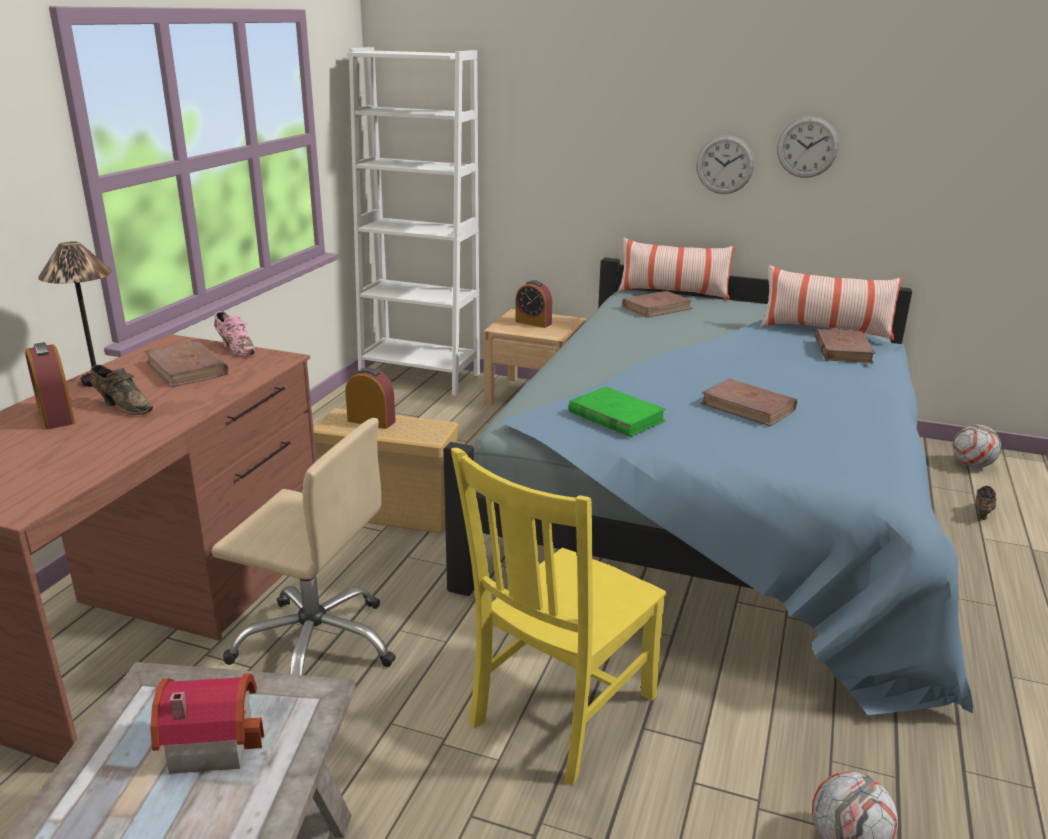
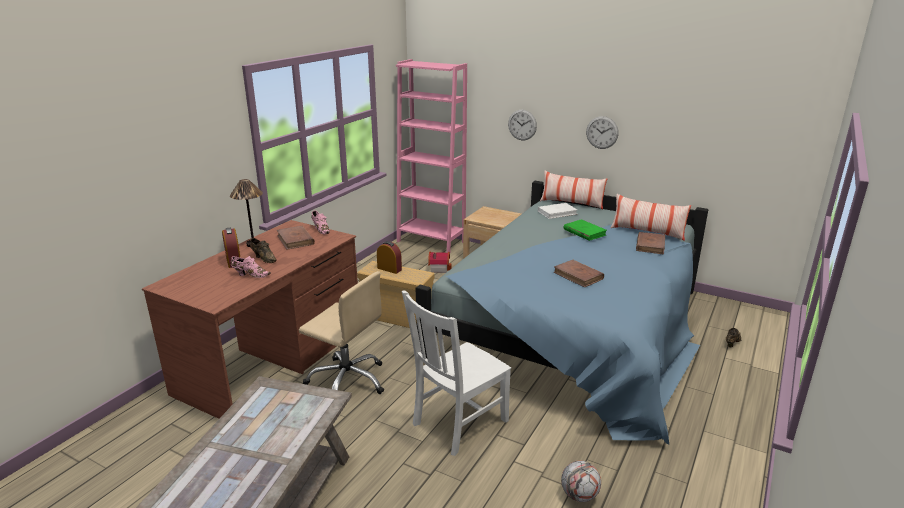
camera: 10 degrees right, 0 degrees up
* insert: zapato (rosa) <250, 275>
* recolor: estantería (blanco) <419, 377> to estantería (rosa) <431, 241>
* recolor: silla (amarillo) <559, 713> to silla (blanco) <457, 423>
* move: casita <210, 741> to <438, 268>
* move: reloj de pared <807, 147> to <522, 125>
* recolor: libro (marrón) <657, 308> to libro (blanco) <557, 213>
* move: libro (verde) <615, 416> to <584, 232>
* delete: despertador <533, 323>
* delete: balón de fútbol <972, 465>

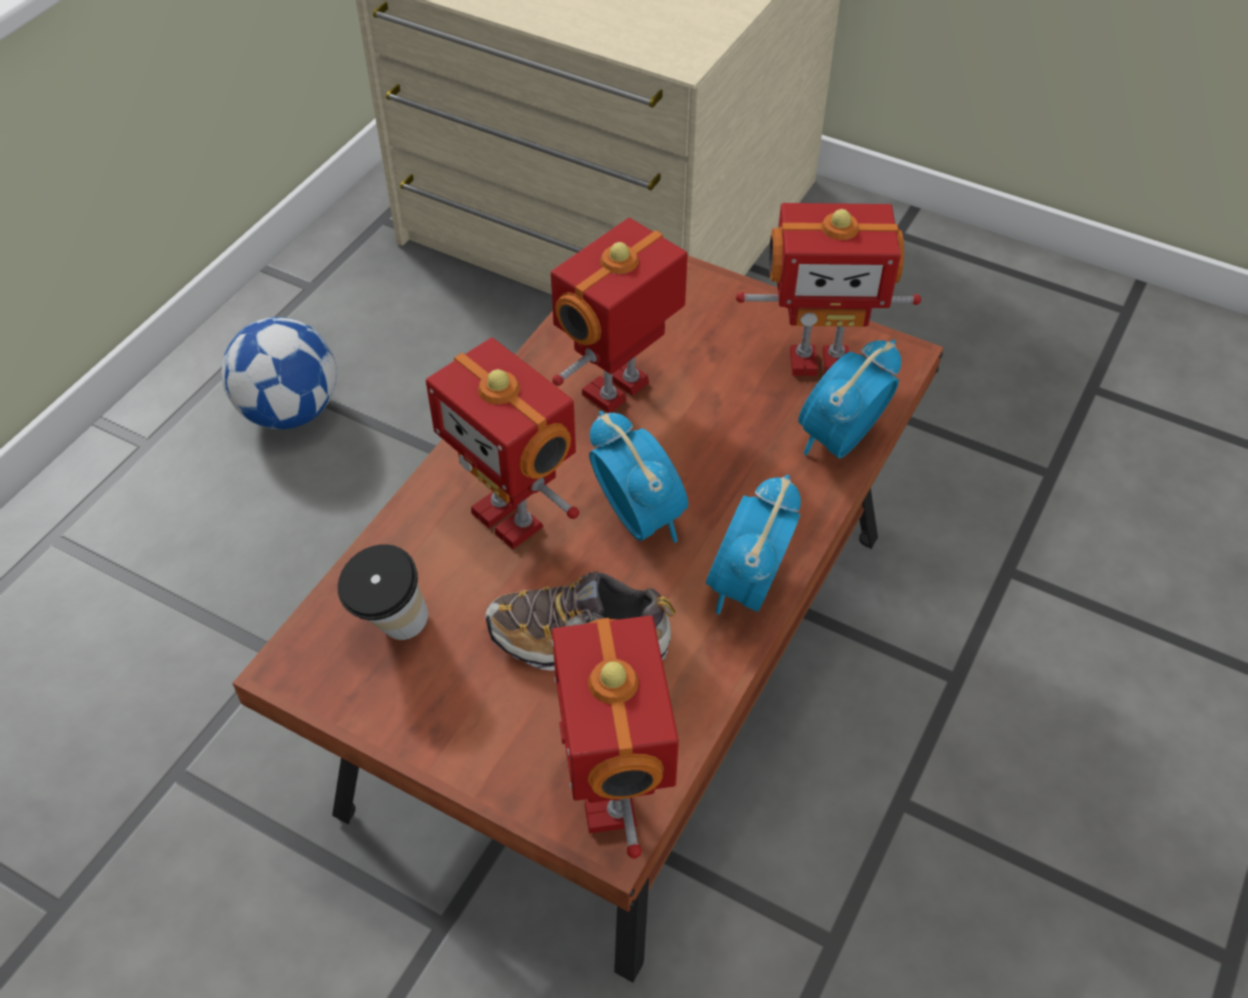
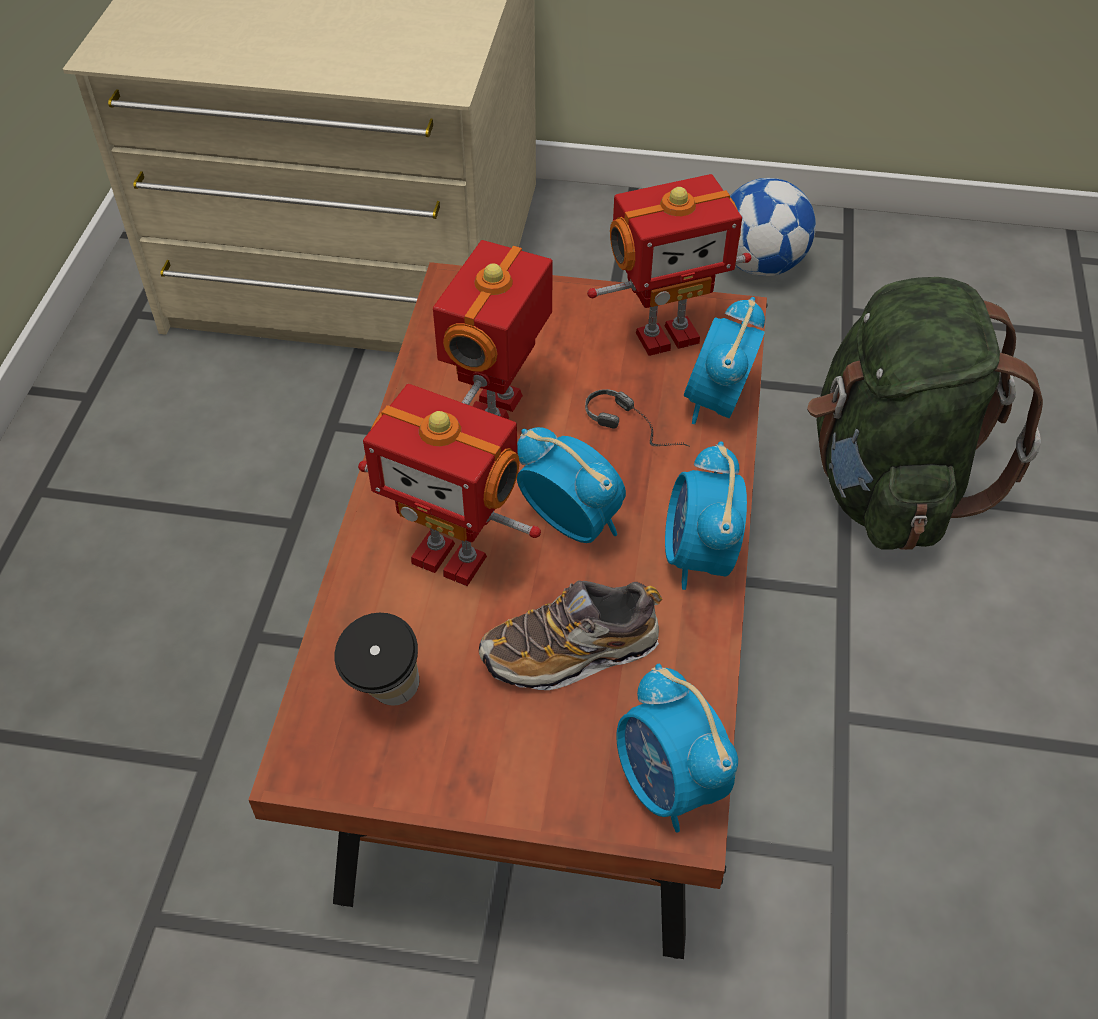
camera: 20 degrees left, 0 degrees up
* insert: auriculares <640, 429>
* replace: robot de juguete <613, 795> to despertador <668, 785>
* move: balón de fútbol <290, 411> to <760, 264>
* insert: mochila (verde) <887, 483>

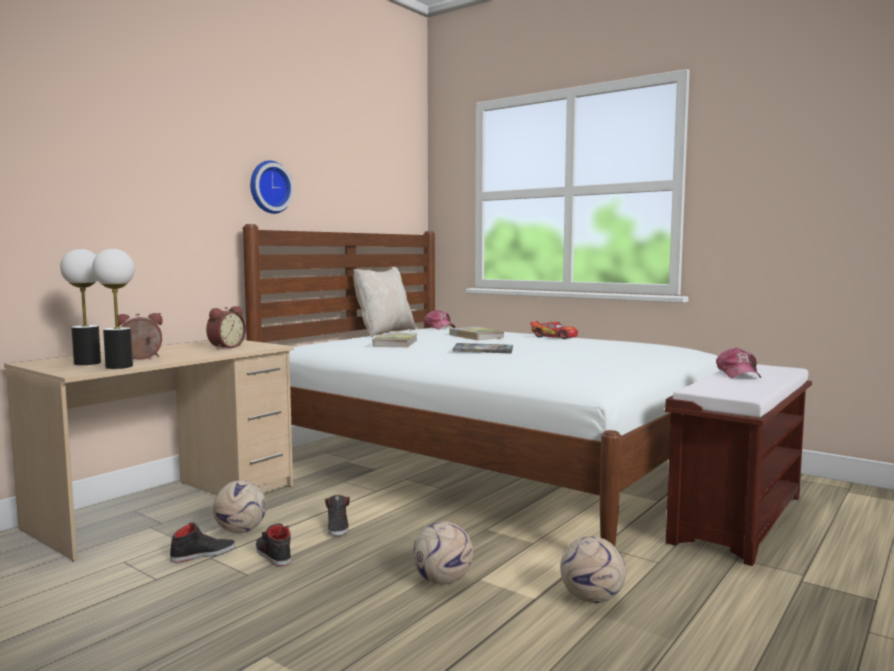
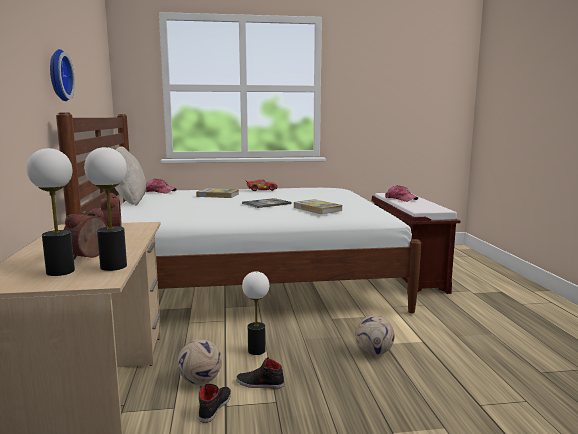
camera: 45 degrees left, 5 degrees up
* replace: zapato (negro) <338, 527> to lámpara de mesa <256, 350>
* move: libro <395, 343> to <317, 209>
* delete: balón de fútbol <592, 599>

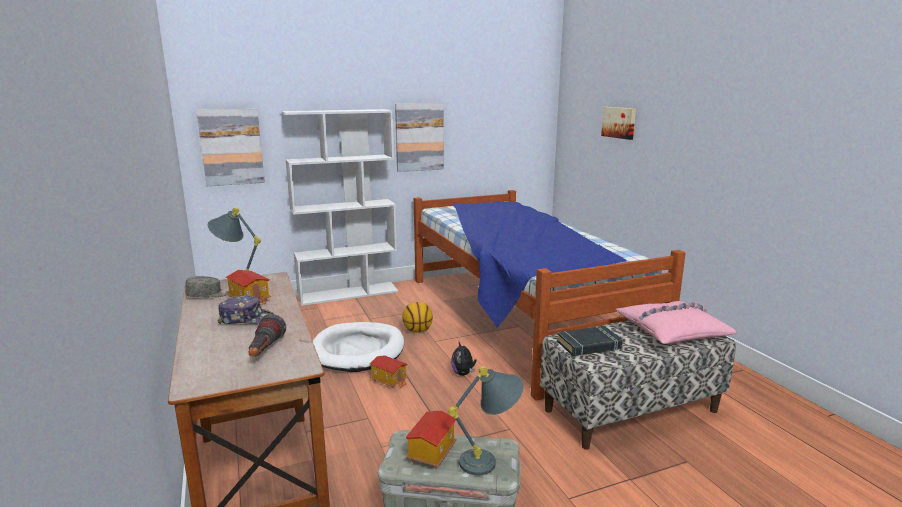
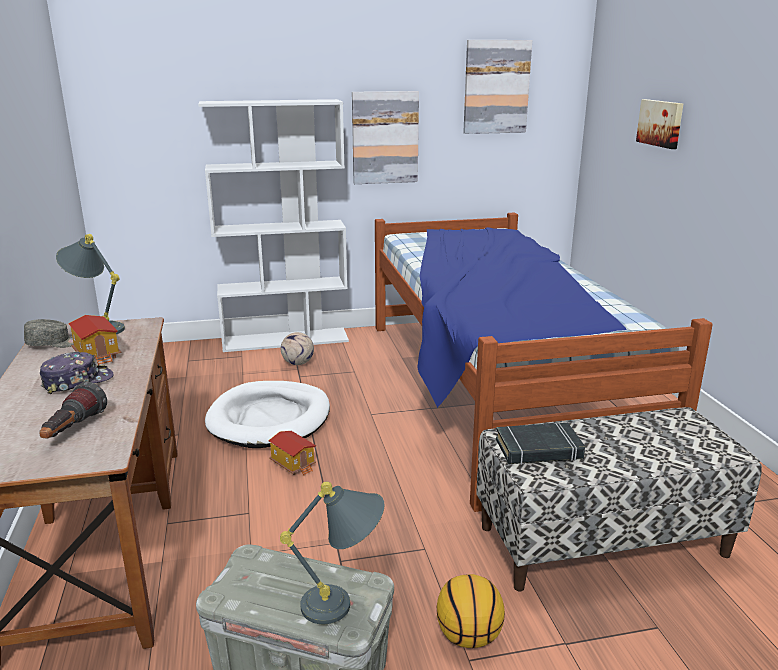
camera: 10 degrees right, 5 degrees up
* rotate: gorra <246, 319> = <77, 381> 45 degrees counterclockwise
* insert: balón de fútbol <297, 363>
* move: balón de baloncesto <417, 331> to <468, 636>
* move: cuadro <231, 147> to <496, 87>
* delete: casita <431, 452>
* delete: peluche <463, 373>
* delete: cojín (rosa) <671, 330>

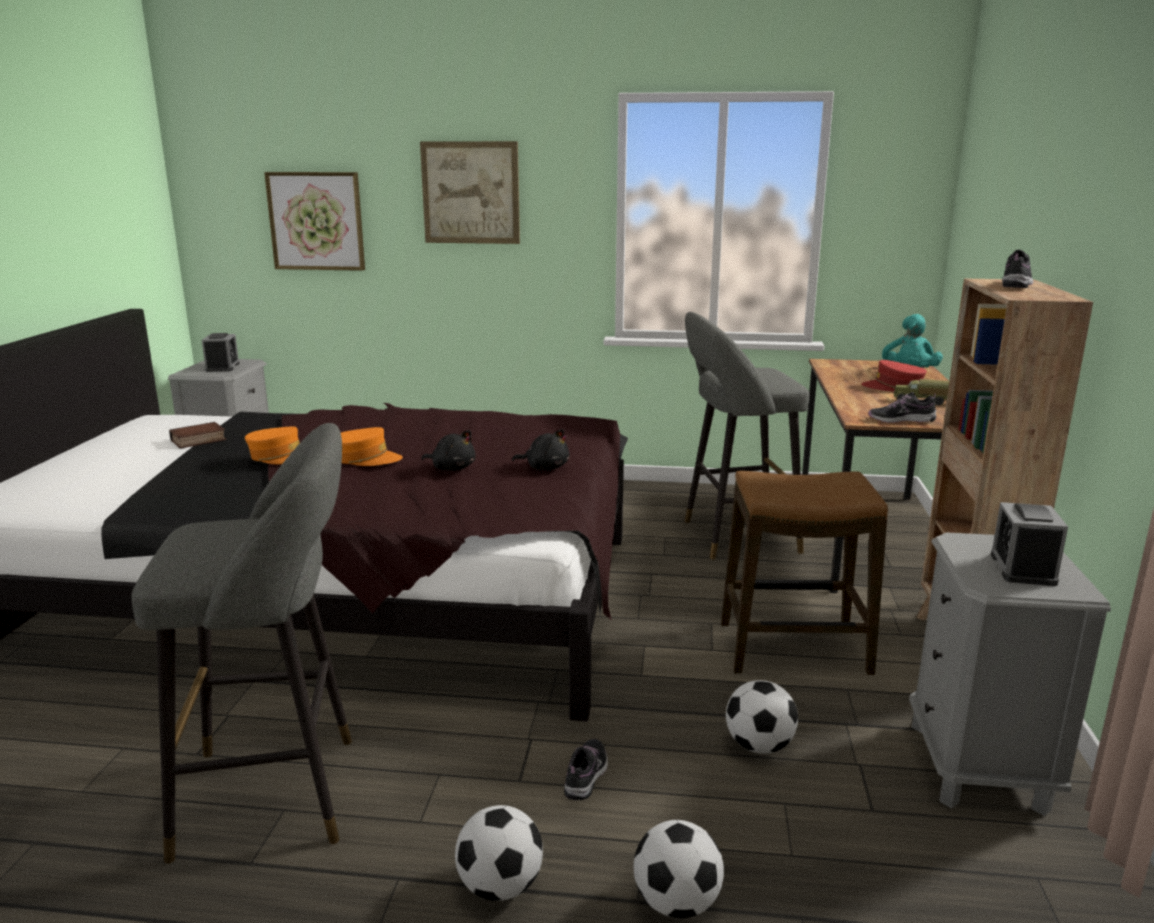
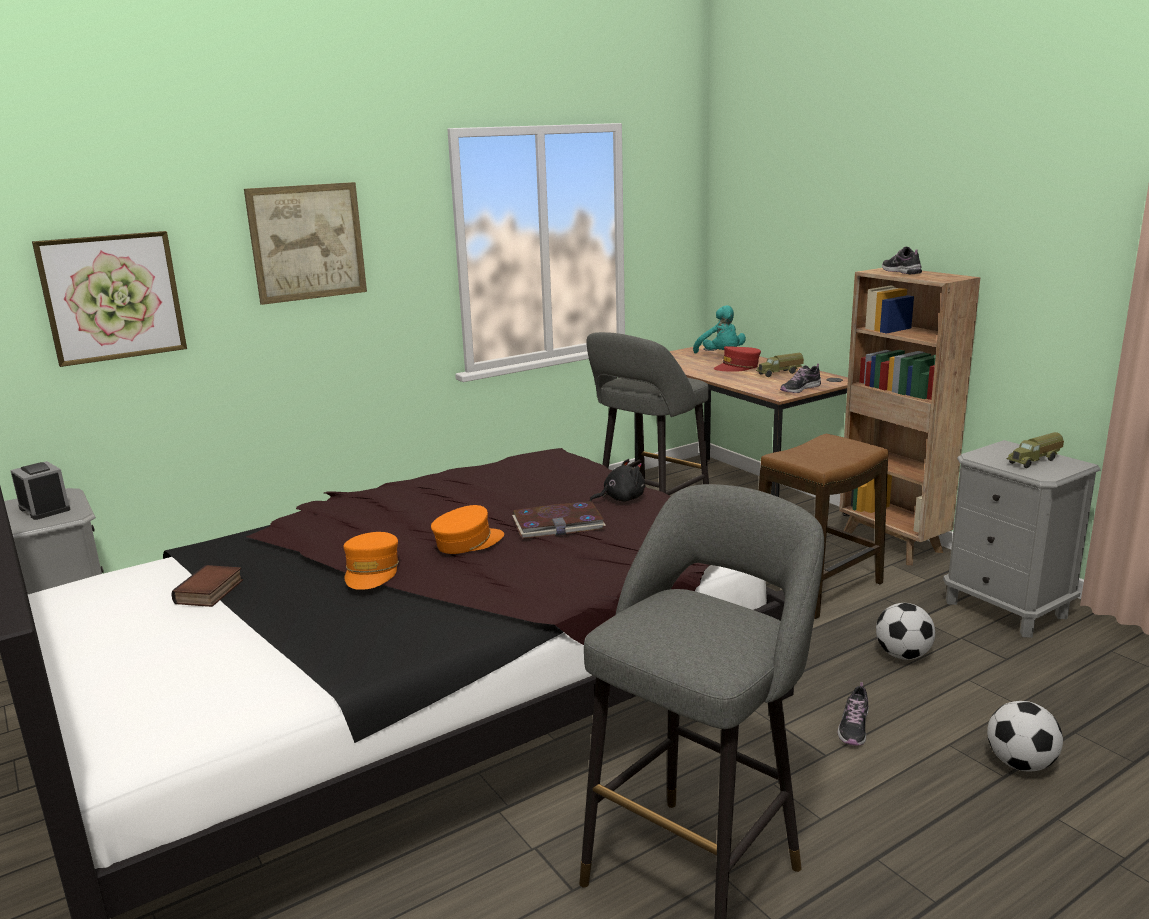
camera: 40 degrees left, 0 degrees up
* rotate: gorra (naranja) <280, 457> = <372, 571> 120 degrees clockwise
* replace: peluche (negro) <452, 468> to libro <558, 524>
* rotate: zapato <586, 775> = <854, 727> 135 degrees counterclockwise
* replace: despertador <1023, 569> to camión de juguete <1035, 461>
* delete: balón de fútbol <500, 886>

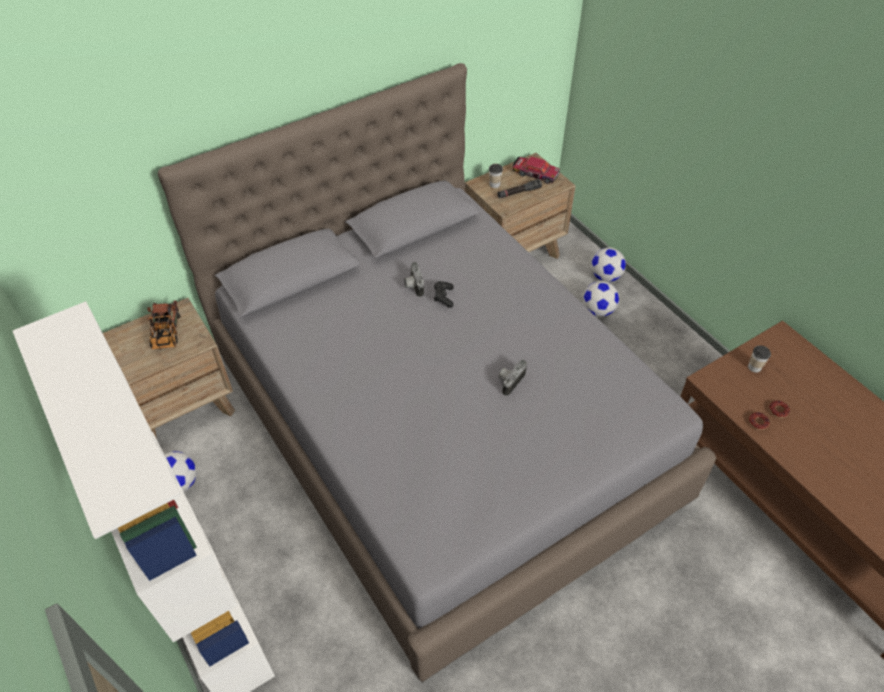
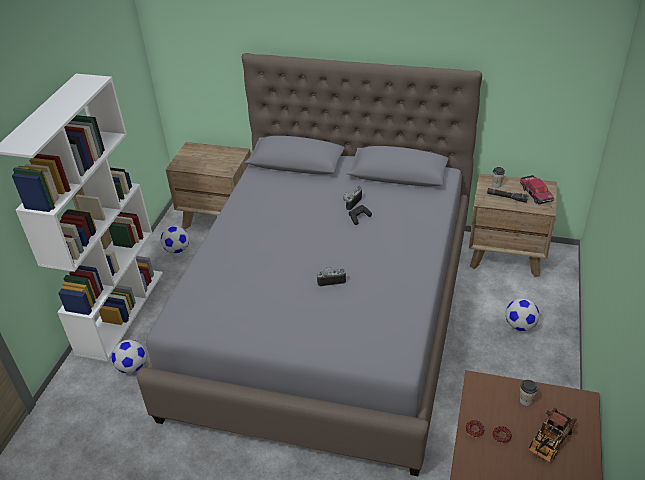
camera: 50 degrees right, 10 degrees down
* move: balón de fútbol <605, 276> to <132, 367>
* move: camión de juguete <166, 334> to <548, 443>

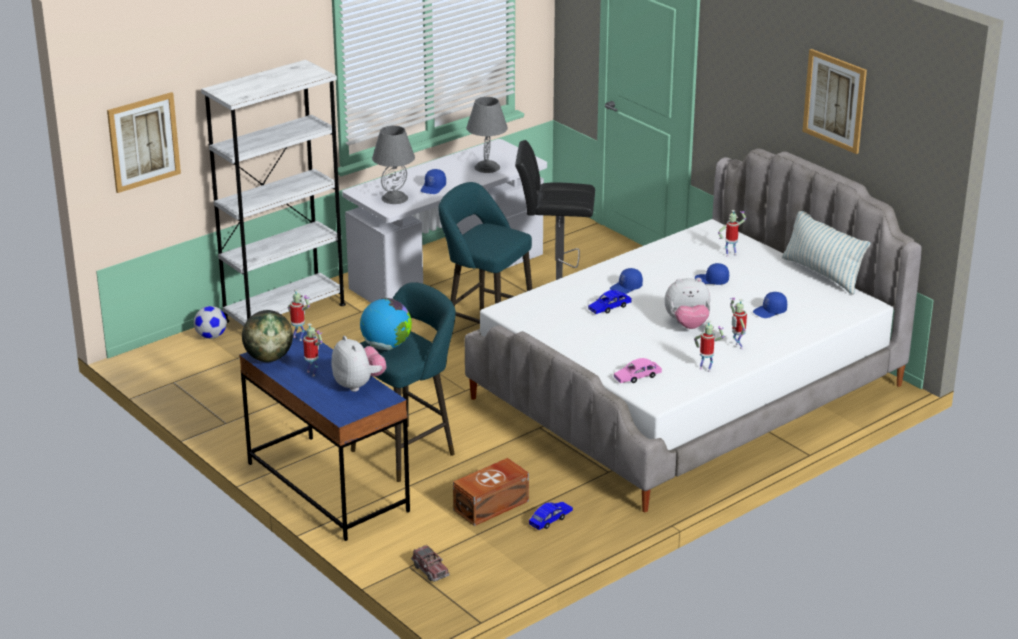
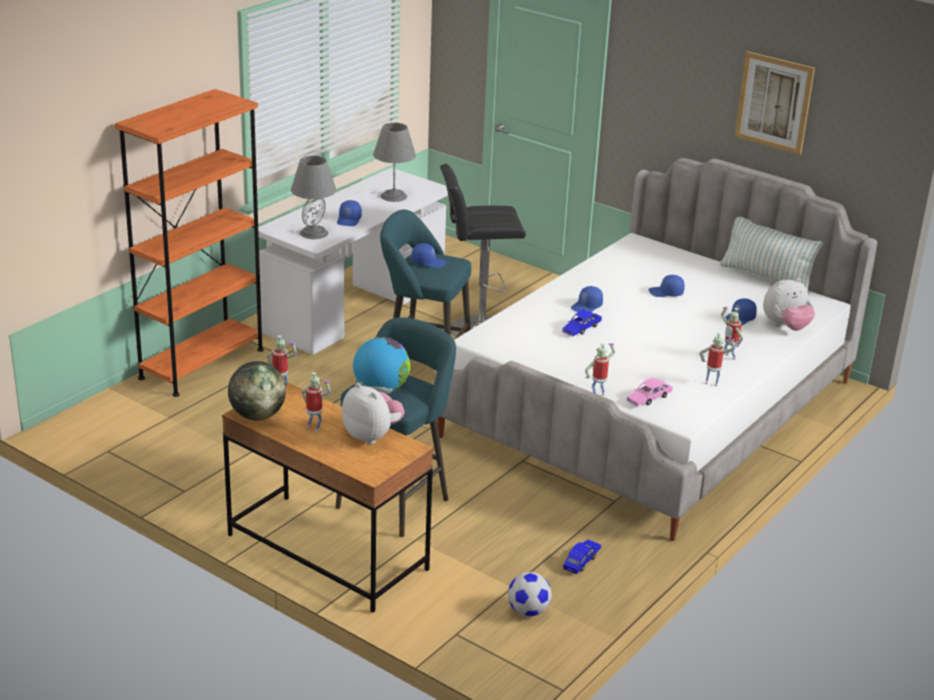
camera: 15 degrees left, 0 degrees up
* recolor: estantería (blanco) <284, 313> to estantería (naranja) <202, 363>
* recolor: escritorio (azul) <327, 487> to escritorio (marrón) <327, 552>
* insert: gorra (azul) <428, 262>
* move: balón de fútbol <211, 336> to <528, 611>
* move: robot de juguete <730, 254> to <598, 394>
* move: peluche <687, 325> to <785, 327>
* delete: cuadro <143, 142>
* delete: camión de juguete <430, 570>
* delete: caja de almacenaje (marrón) <492, 505>

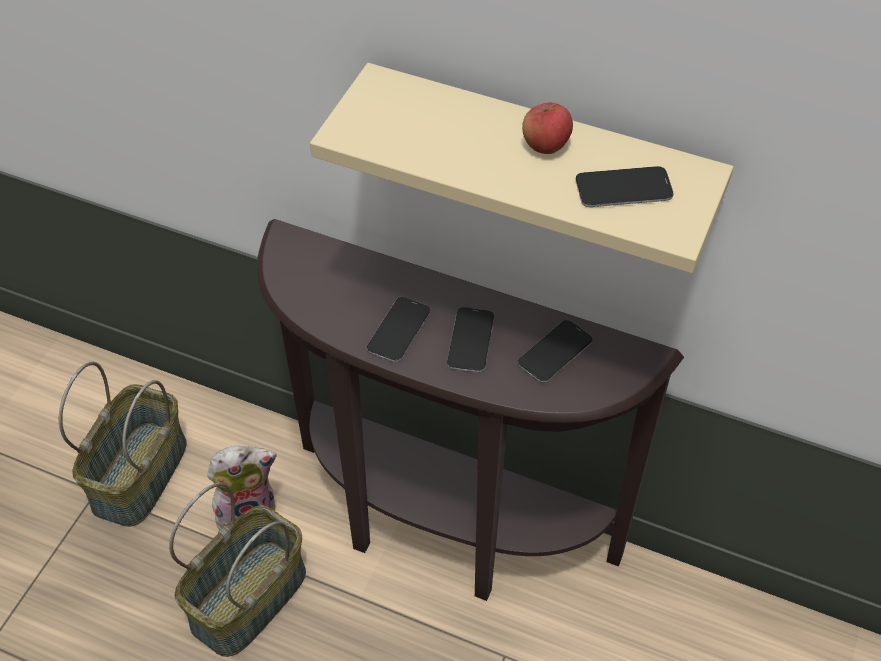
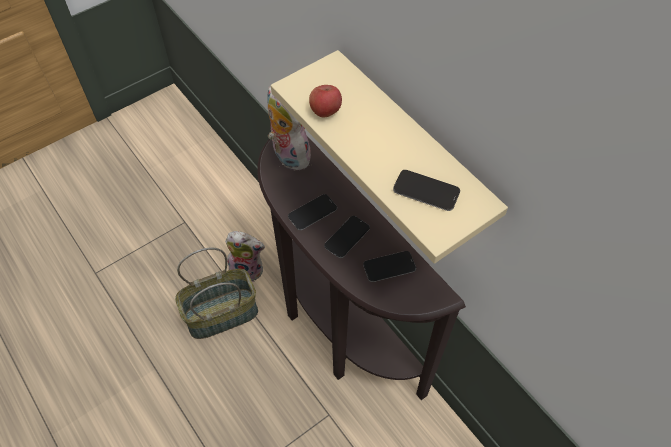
camera: 30 degrees right, 5 degrees up
* insert: peluche <288, 155>
* move: manzana <546, 145> to <325, 111>
* delete: cesta <138, 473>

